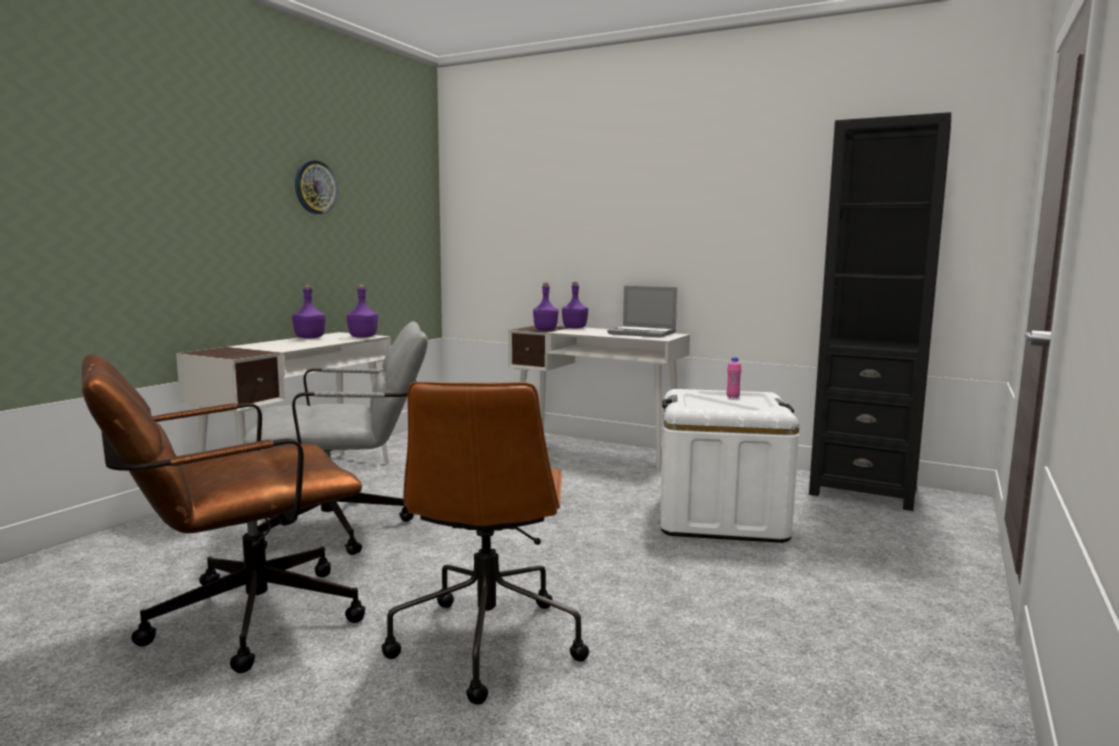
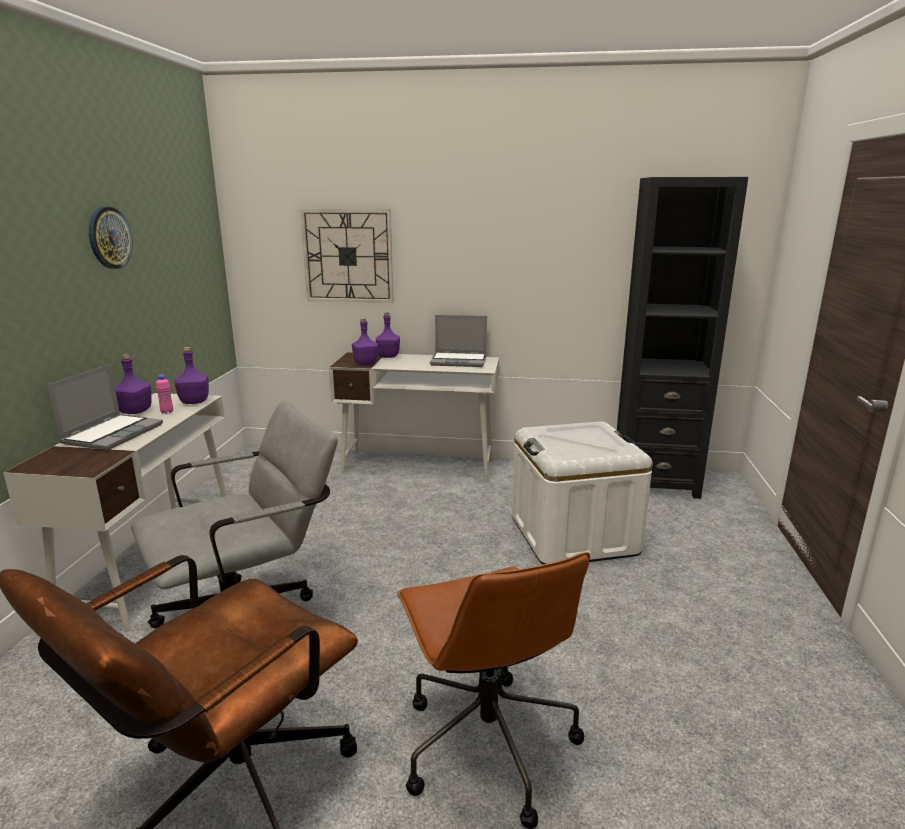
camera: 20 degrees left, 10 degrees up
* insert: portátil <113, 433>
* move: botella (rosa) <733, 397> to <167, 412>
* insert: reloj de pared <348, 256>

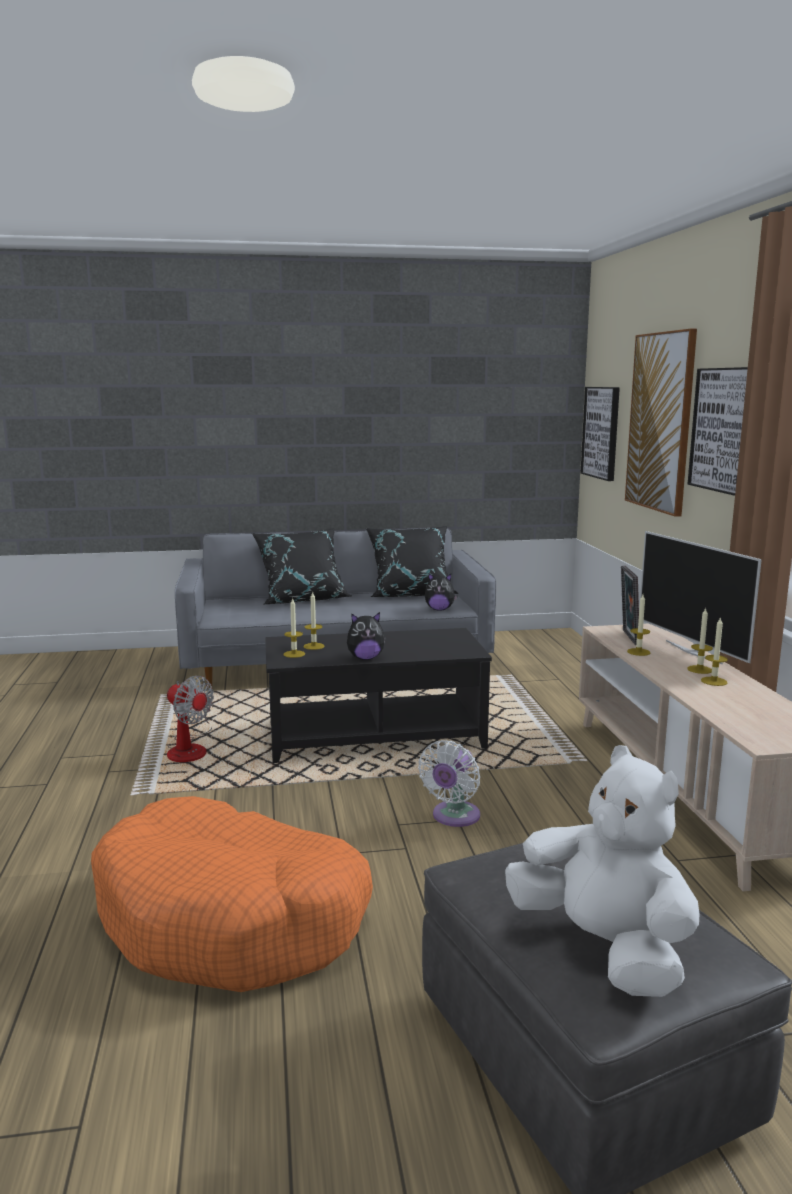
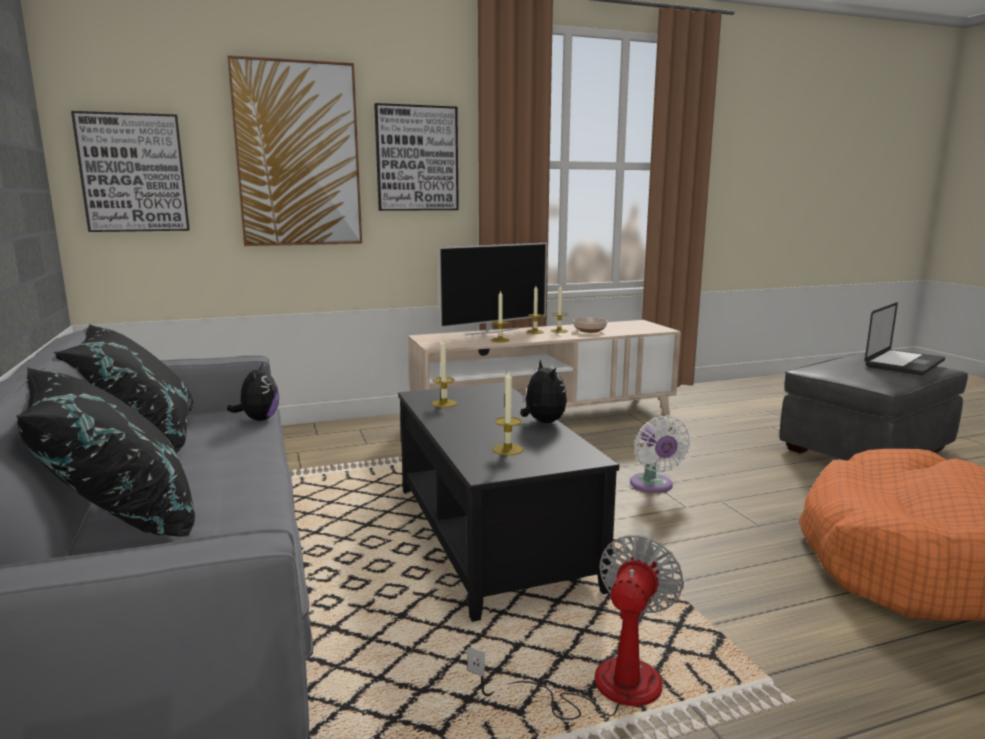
camera: 100 degrees left, 0 degrees up
* move: vela <294, 654> to <444, 403>
* insert: cuenco <589, 331>
* rotate: ventilador (blanco) <453, 817> = <653, 486> 60 degrees clockwise
* replace: peluche (blanco) <603, 947> to portátil <904, 364>
* delete: portarretratos <627, 637>

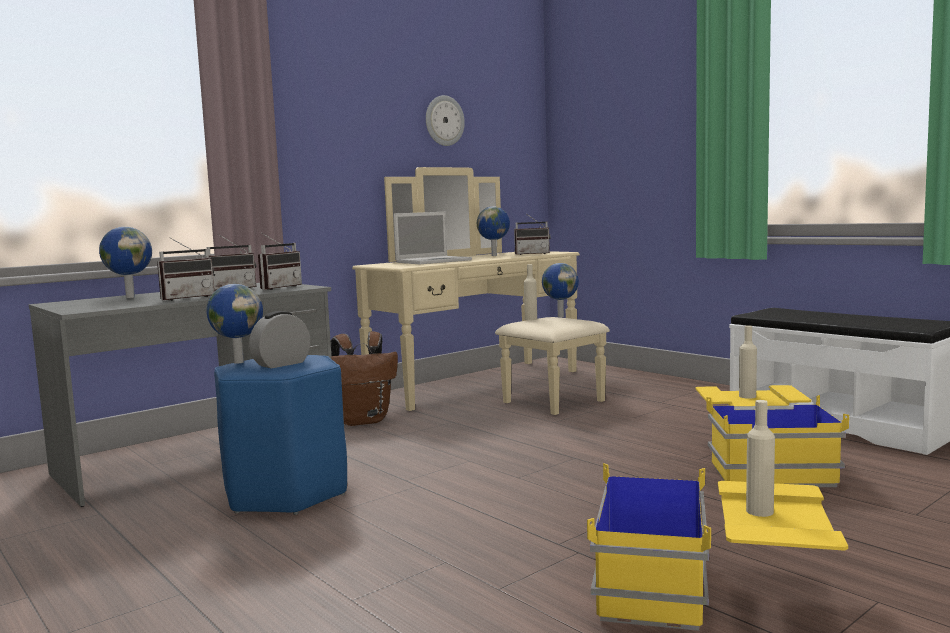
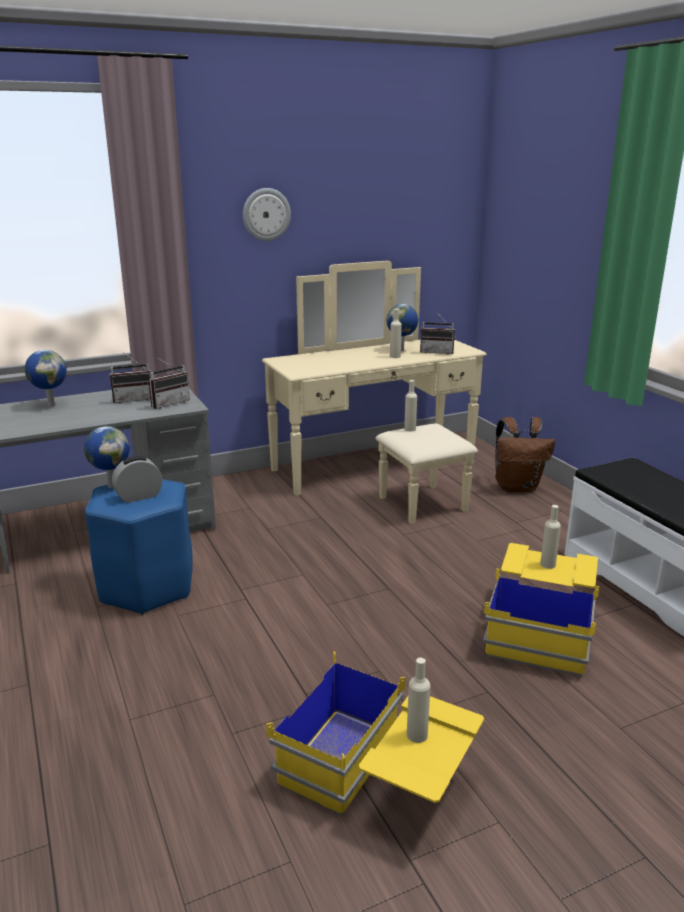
camera: 15 degrees right, 15 degrees up
* move: reloj de pared <444, 121> to <266, 214>
* insert: botella (beis) <395, 356>
* move: mochila (marrón) <363, 420> to <517, 487>
* delete: radio <186, 298>
* delete: portátil <434, 261>
* delete: globo terráqueo <560, 316>

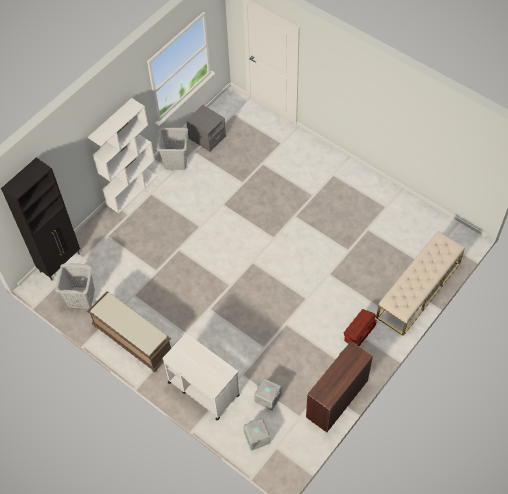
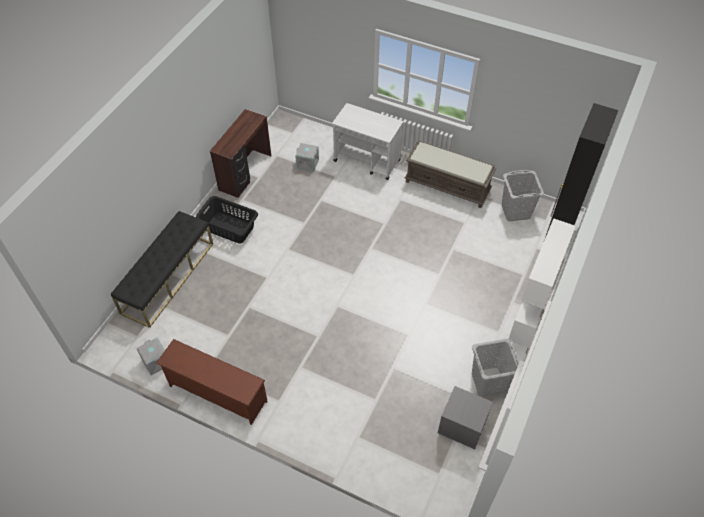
camera: 165 degrees right, 5 degrees down
* recolor: banco (beis) <418, 290> to banco (negro) <168, 277>
* move: caja de almacenaje (gris) <257, 438> to <155, 362>
* insert: zapatero (marrón) <216, 394>
* replace: caja de almacenaje (marrón) <359, 332> to cesto de la ropa (negro) <229, 227>

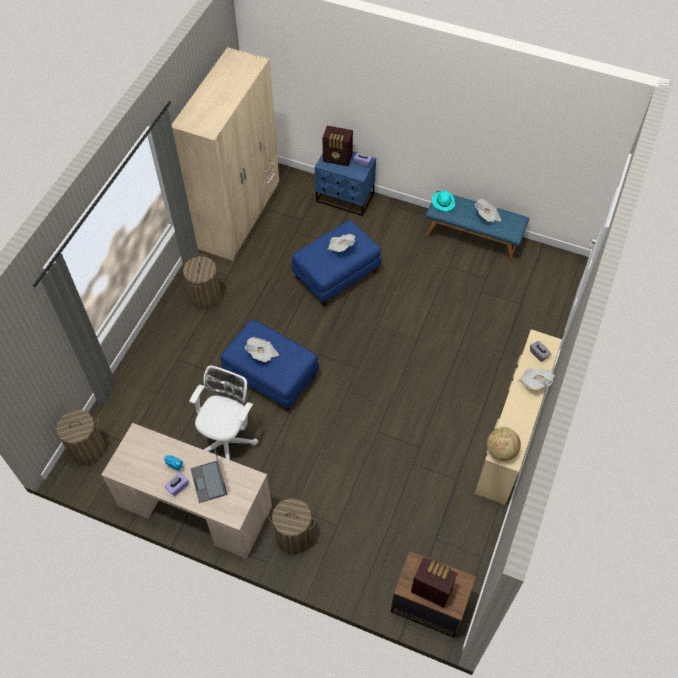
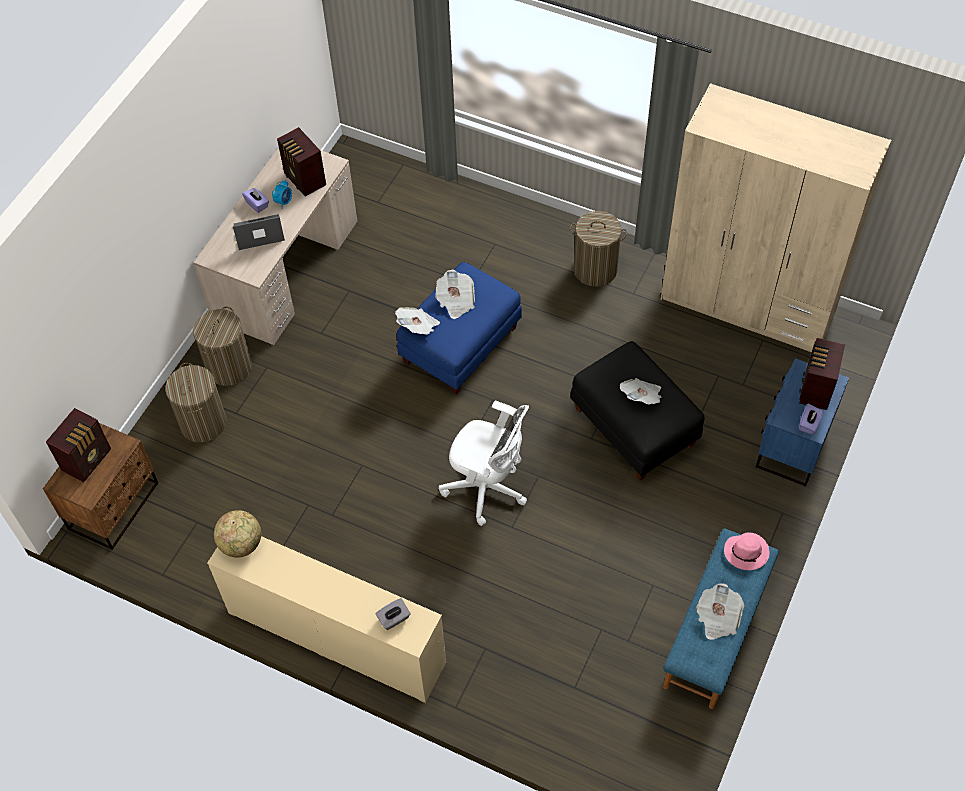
camera: 95 degrees right, 0 degrees up
* move: cesto de la ropa <87, 449> to <203, 422>
* insert: radio <304, 180>
* move: periódico <534, 382> to <418, 327>
* move: silla de oficina (blanco) <227, 440> to <487, 488>
* recolor: puf (azul) <336, 274> to puf (negro) <635, 426>
* recolor: sombrero (turquesa) <443, 202> to sombrero (rosa) <747, 552>

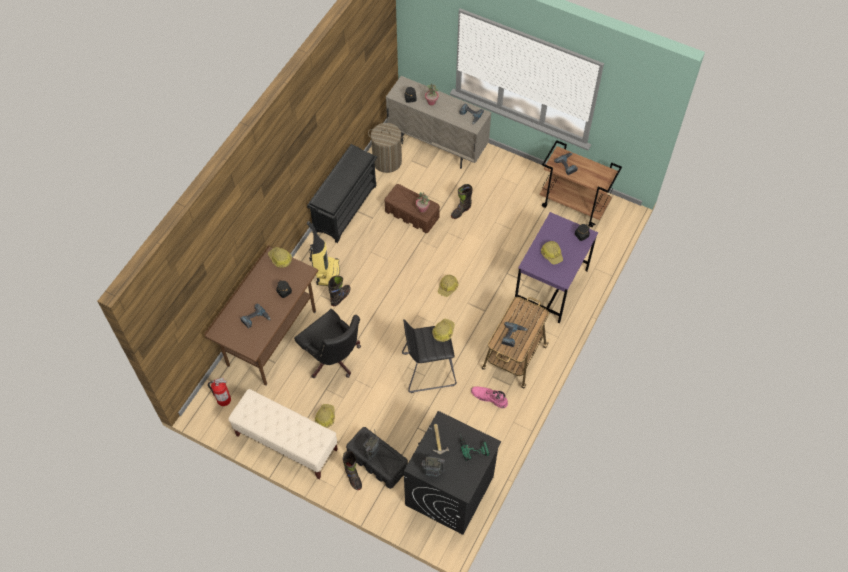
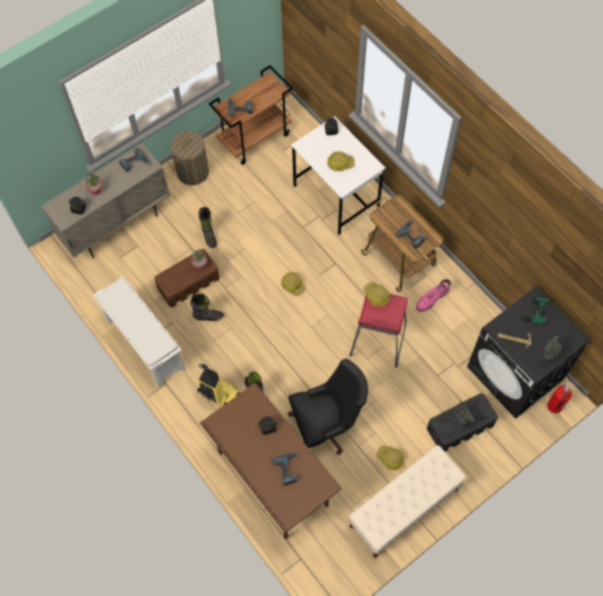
camera: 65 degrees left, 5 degrees up
* recolor: zapatero (negro) <345, 207> to zapatero (blanco) <144, 344>
* move: cesto de la ropa <387, 161> to <193, 172>
* move: bota (negro) <353, 477> to <208, 317>
* recolor: escritorio (morado) <551, 287> to escritorio (blanco) <336, 196>
* recolor: taburete (negro) <428, 369> to taburete (rojo) <378, 340>
* move: extintor <223, 399> to <554, 406>
* delete: casco <280, 259>

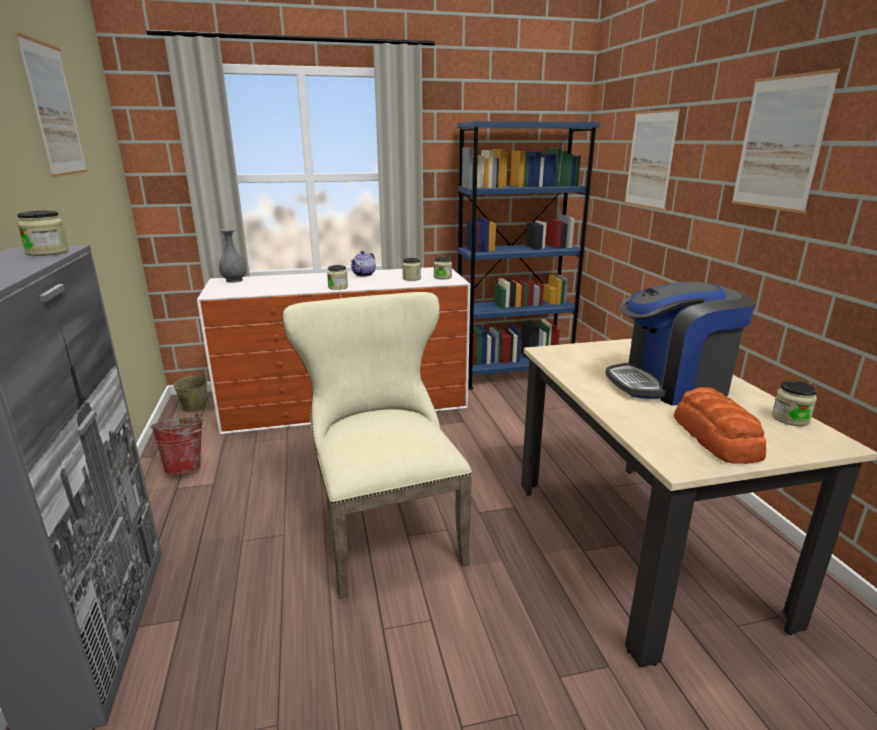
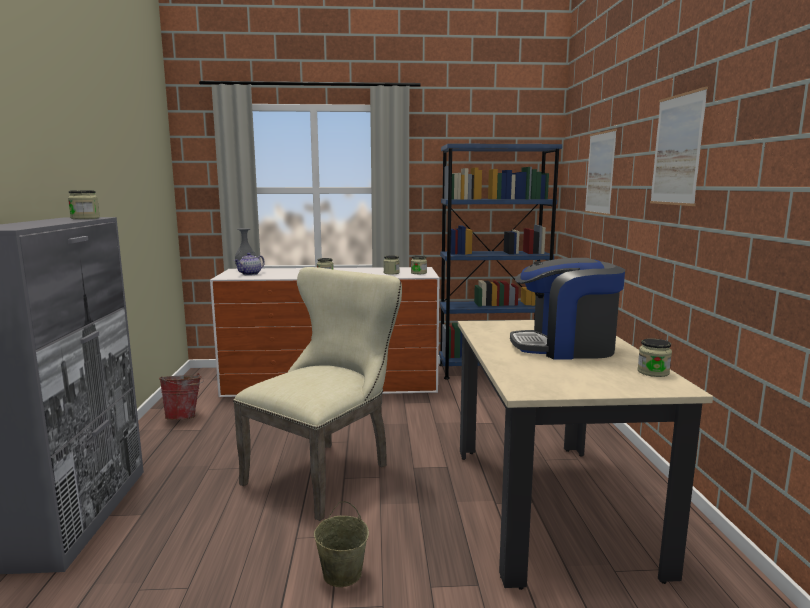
camera: 10 degrees right, 10 degrees down
* rotate: silla (beis) <384, 529> = <326, 472> 45 degrees clockwise
* move: tetera <364, 275> to <250, 274>
* move: cubo (beis) <194, 407> to <341, 573>
* delete: cuadro <54, 110>
* delete: pan <716, 438>

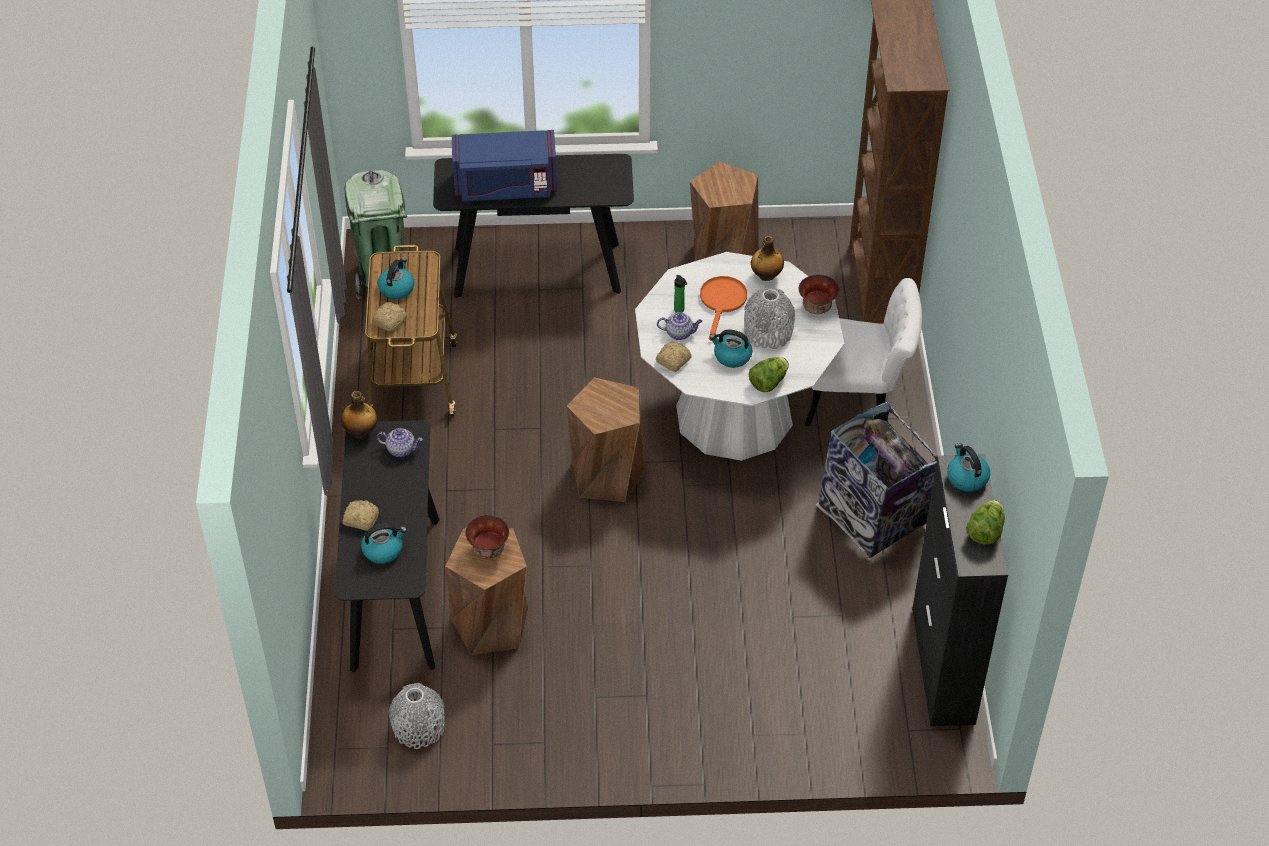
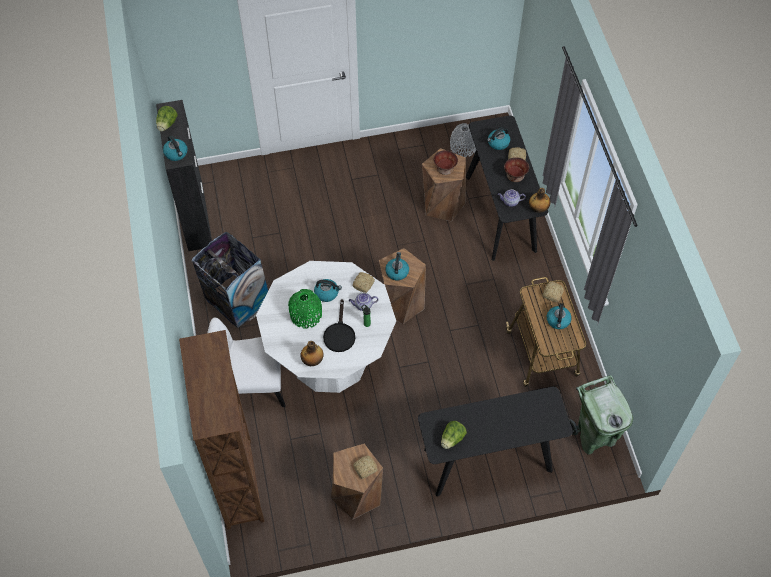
camera: 170 degrees right, 10 degrees up
* recolor: florero (gris) <768, 333> to florero (verde) <306, 315>
* recolor: sartén (naranja) <722, 302> to sartén (negro) <339, 334>
* insert: pan <364, 468>
* insert: hervidor <397, 271>
* move: lechuga <768, 382> to <452, 439>
* move: cuenco <817, 306> to <515, 177>
* delete: microondas (azul) <505, 186>

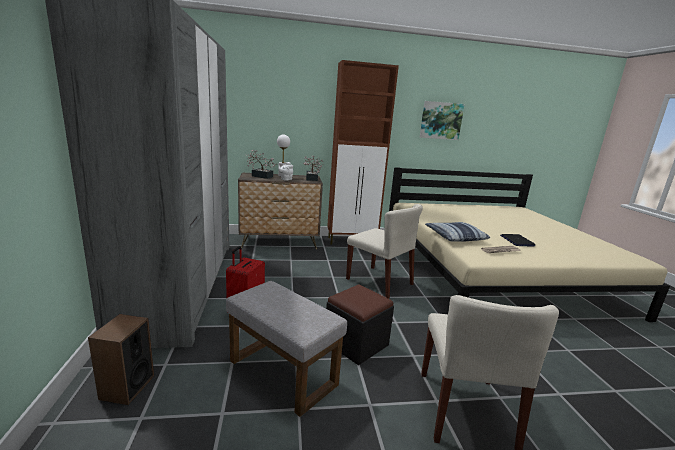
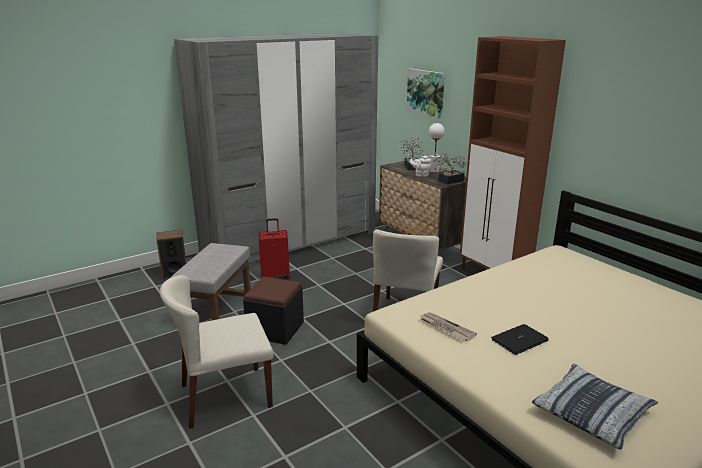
camera: 65 degrees right, 5 degrees up
* move: cuadro <441, 120> to <426, 92>
* move: cojín <455, 237> to <592, 413>

